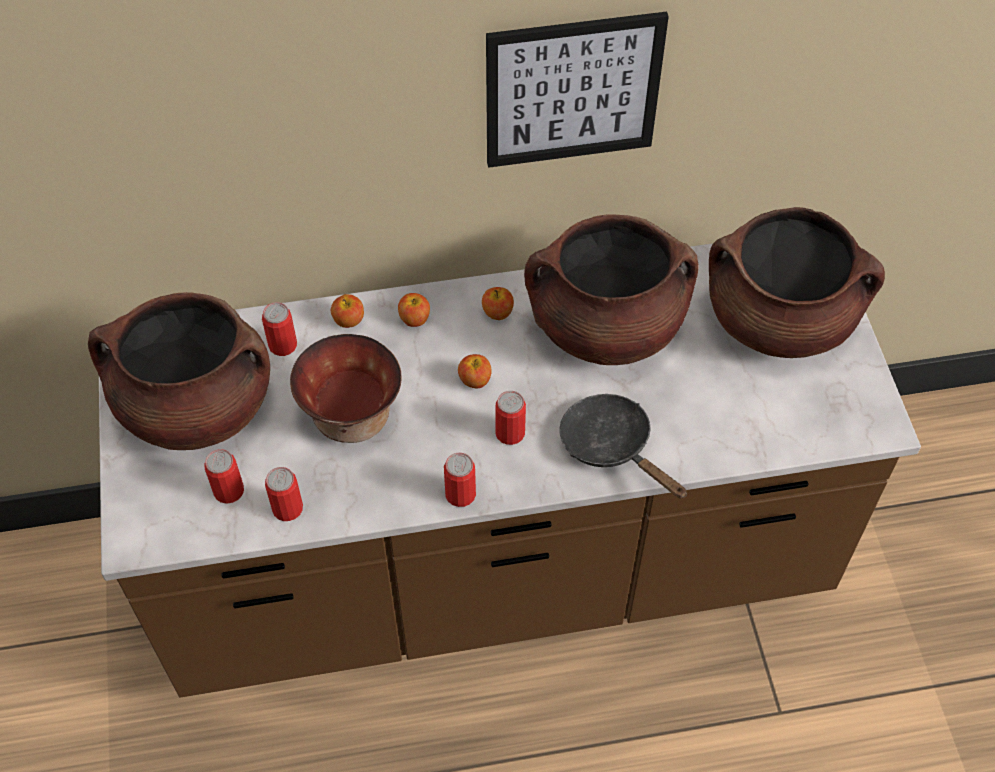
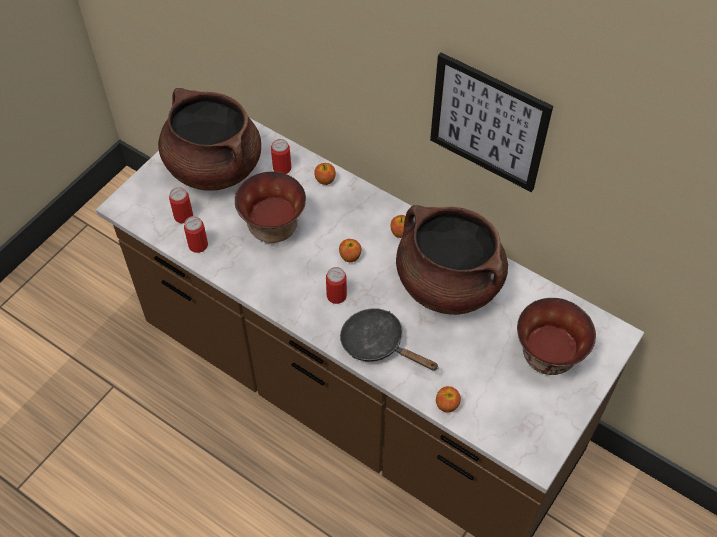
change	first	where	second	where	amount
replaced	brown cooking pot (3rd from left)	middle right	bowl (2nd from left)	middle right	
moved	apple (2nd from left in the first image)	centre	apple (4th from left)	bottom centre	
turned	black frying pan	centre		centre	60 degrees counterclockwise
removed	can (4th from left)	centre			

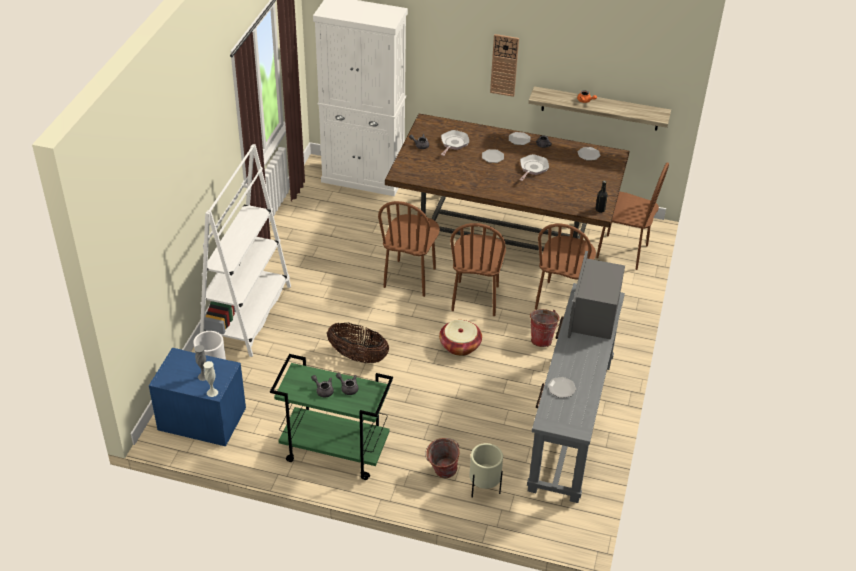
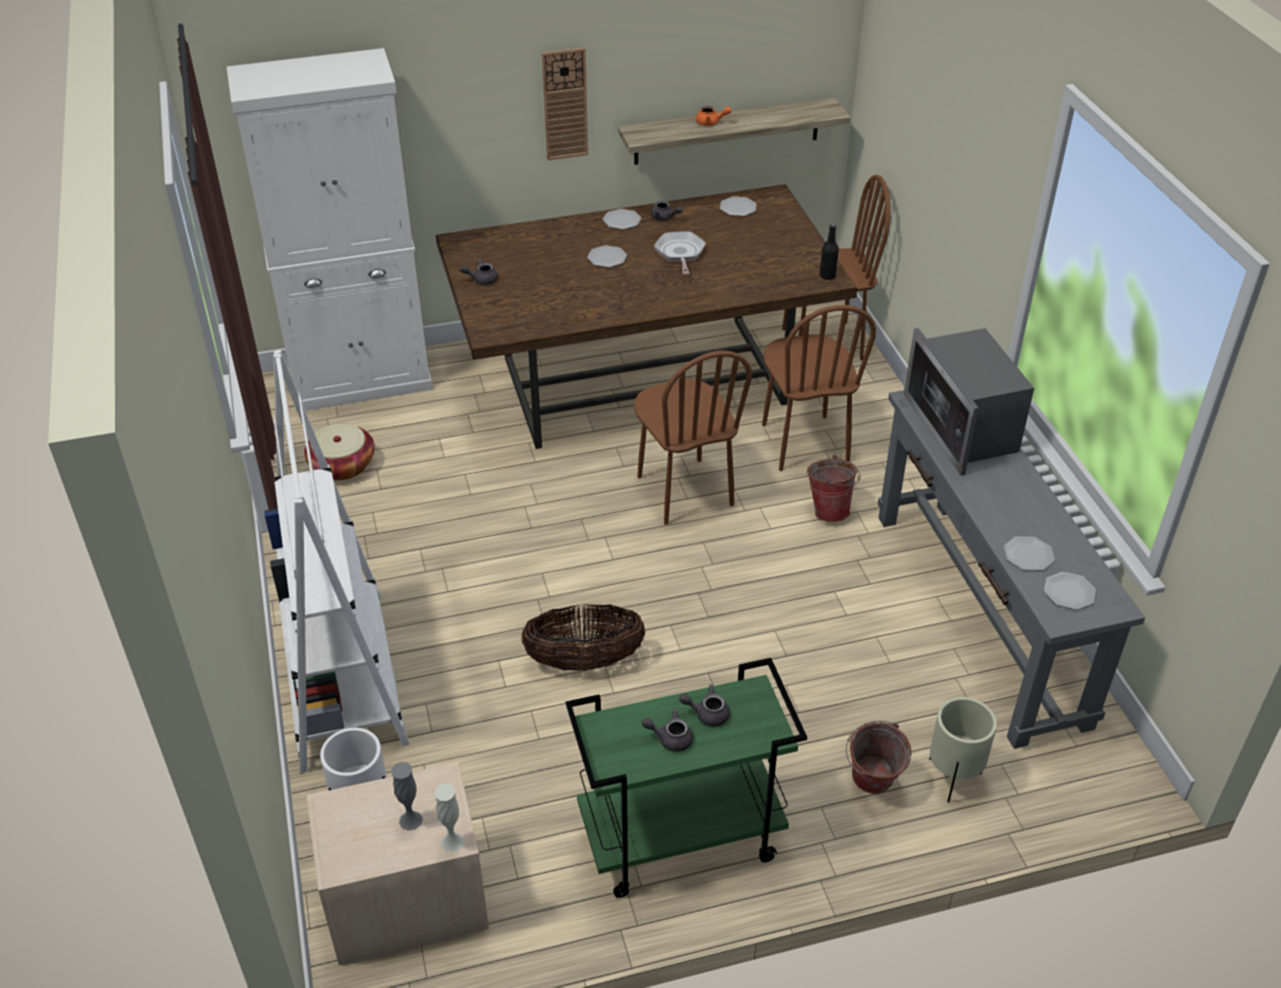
change	first	where	second	where	amount
removed	frying pan (1st from left)	top centre			
removed	brown chair (1st from left)	centre			
moved	basket (2nd from left in the first image)	centre	basket (1st from left)	middle left	
recoloured	blue nightstand	bottom left	beige nightstand	bottom left	
added			plate (5th from left)	middle right	

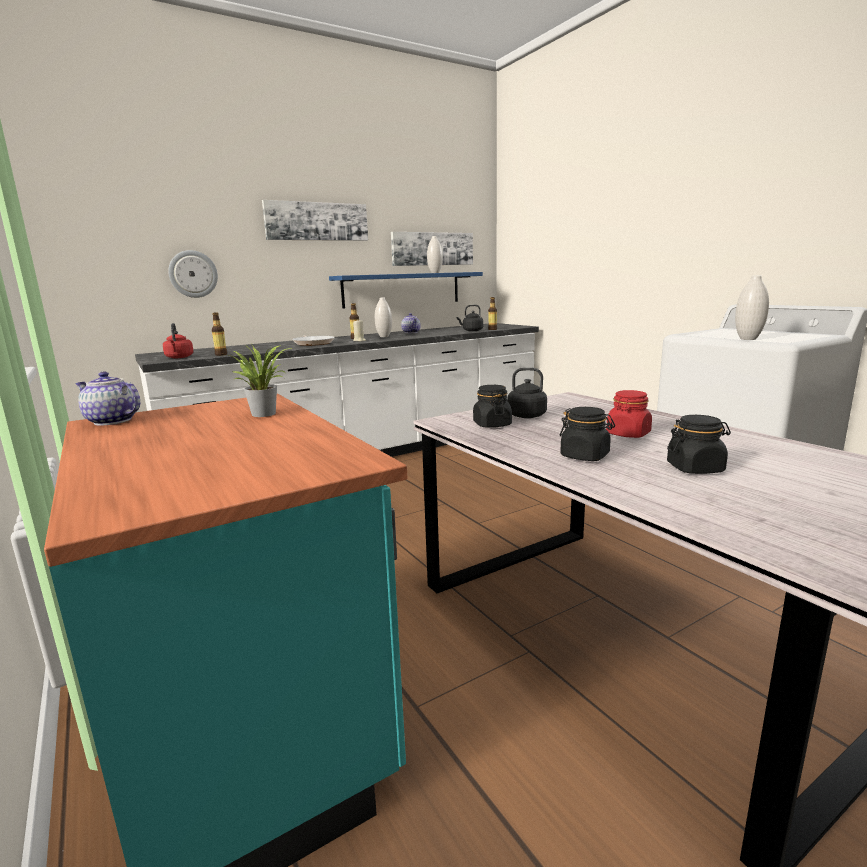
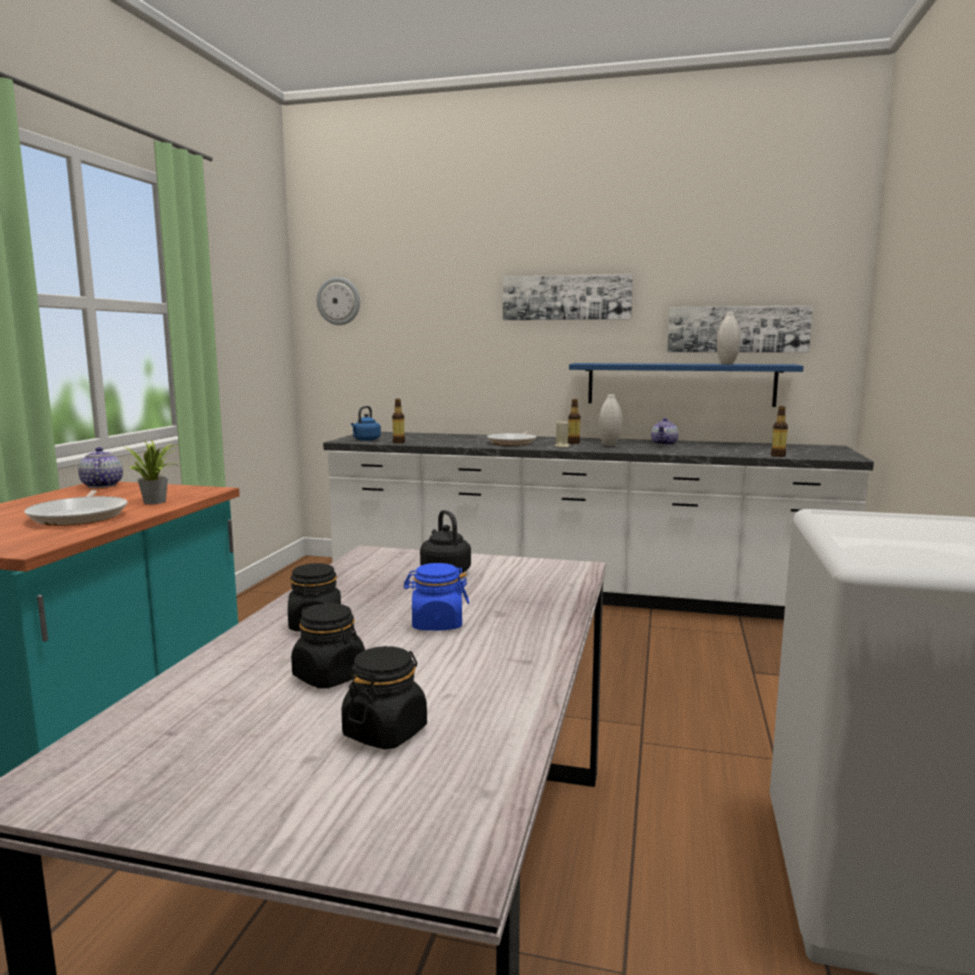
change	first	where	second	where	amount
moved	wall clock	top left		top centre	
removed	white vase (3rd from left)	middle right			
removed	black kettle (1st from left)	centre			
recoloured	red kettle	middle left	blue kettle	centre	
moved	black jar (1st from left in the first image)	centre	black jar (3rd from left)	bottom centre	
recoloured	red jar	middle right	blue jar	centre	
added			frying pan (1st from left)	middle left	

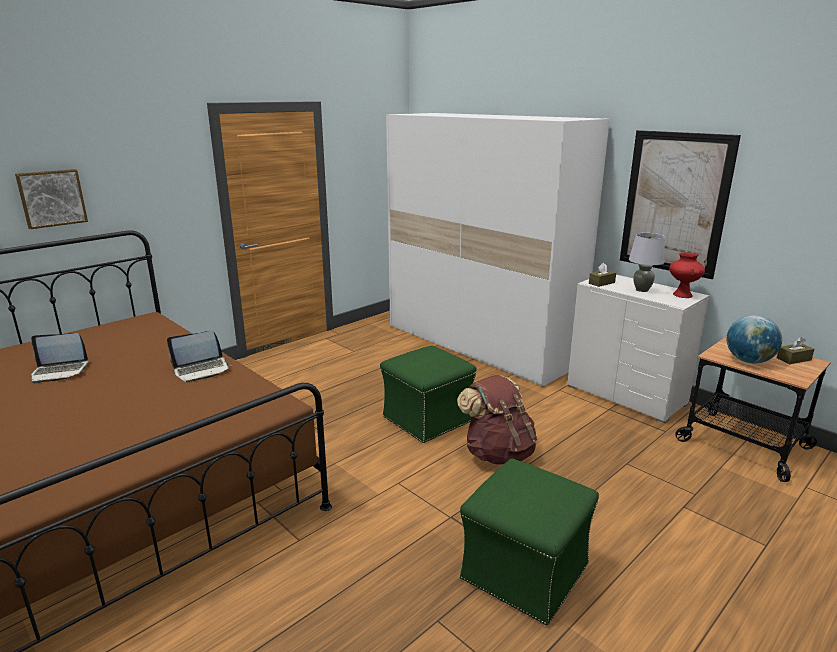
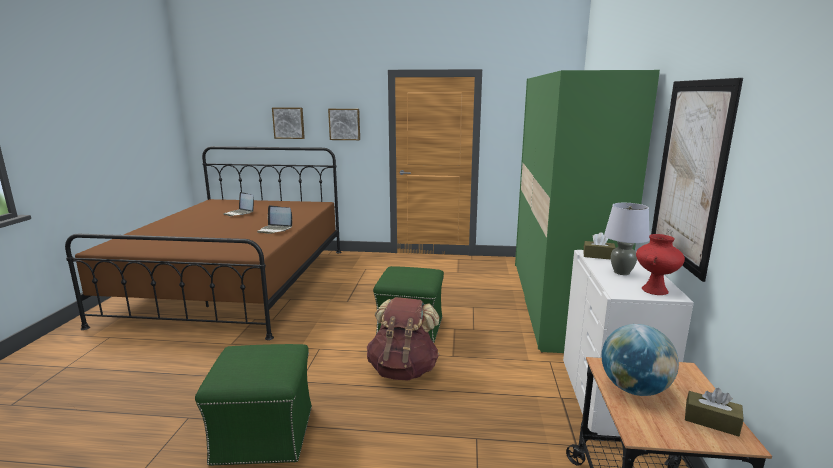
change	first	where	second	where	amount
recoloured	white wardrobe	centre	green wardrobe	middle right	
added			picture (2nd from left)	top centre	

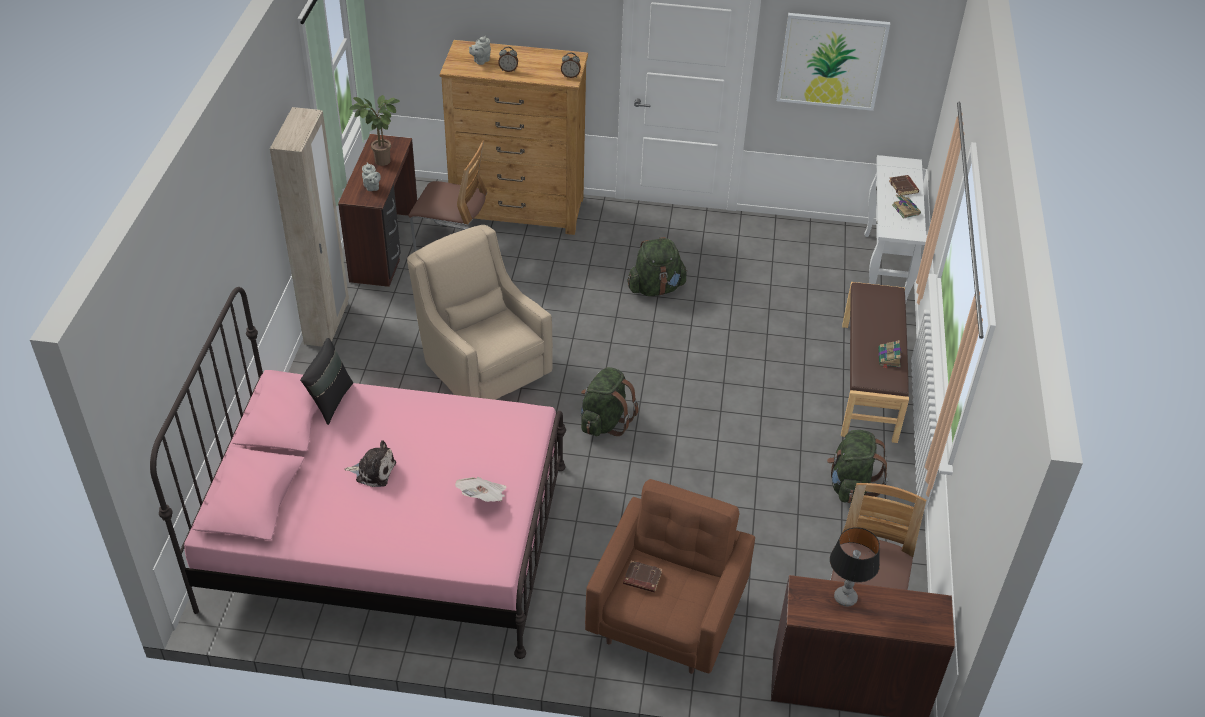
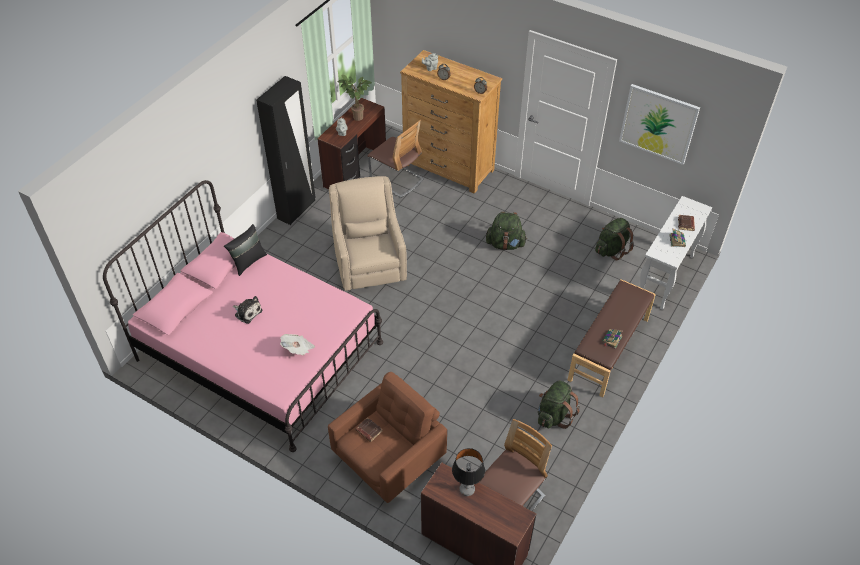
change	first	where	second	where	amount
recoloured	beige wardrobe	top left	black wardrobe	top left	
moved	green backpack (1st from left in the first image)	centre	green backpack (3rd from left)	middle right	

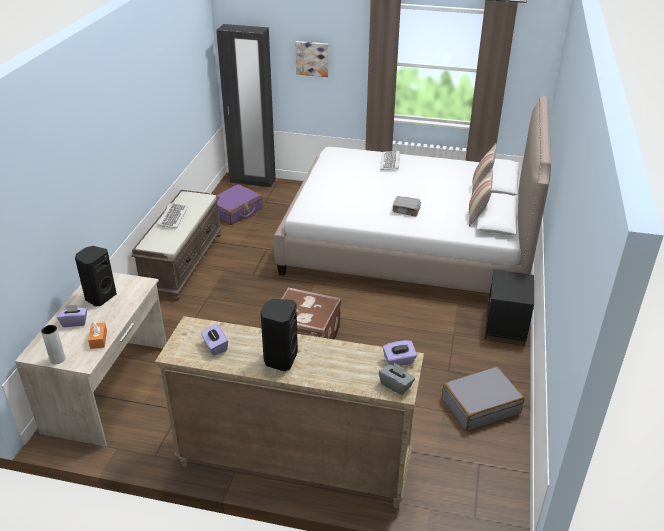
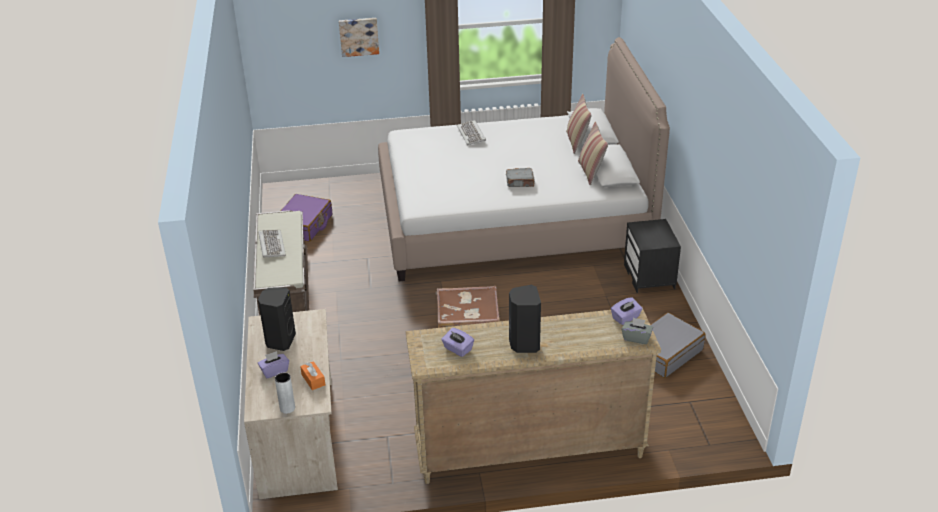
change	first	where	second	where	amount
removed	black wardrobe	top centre			

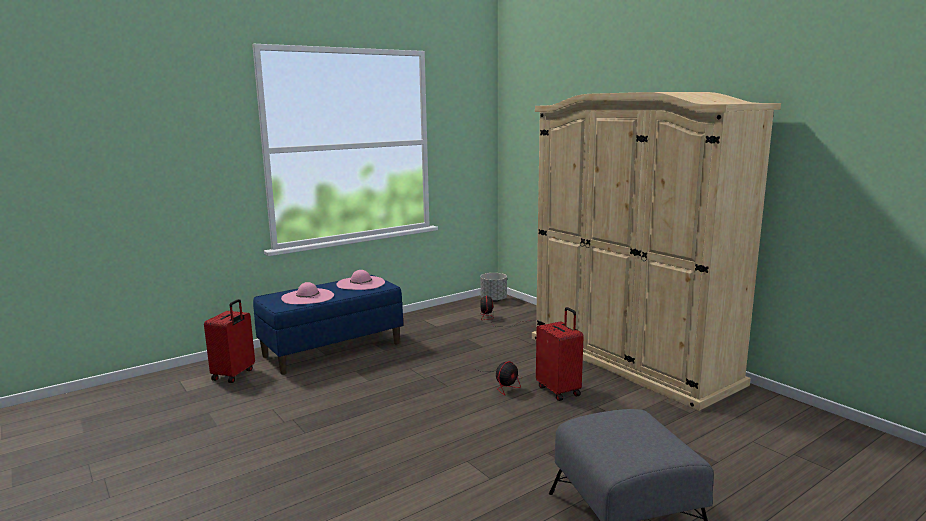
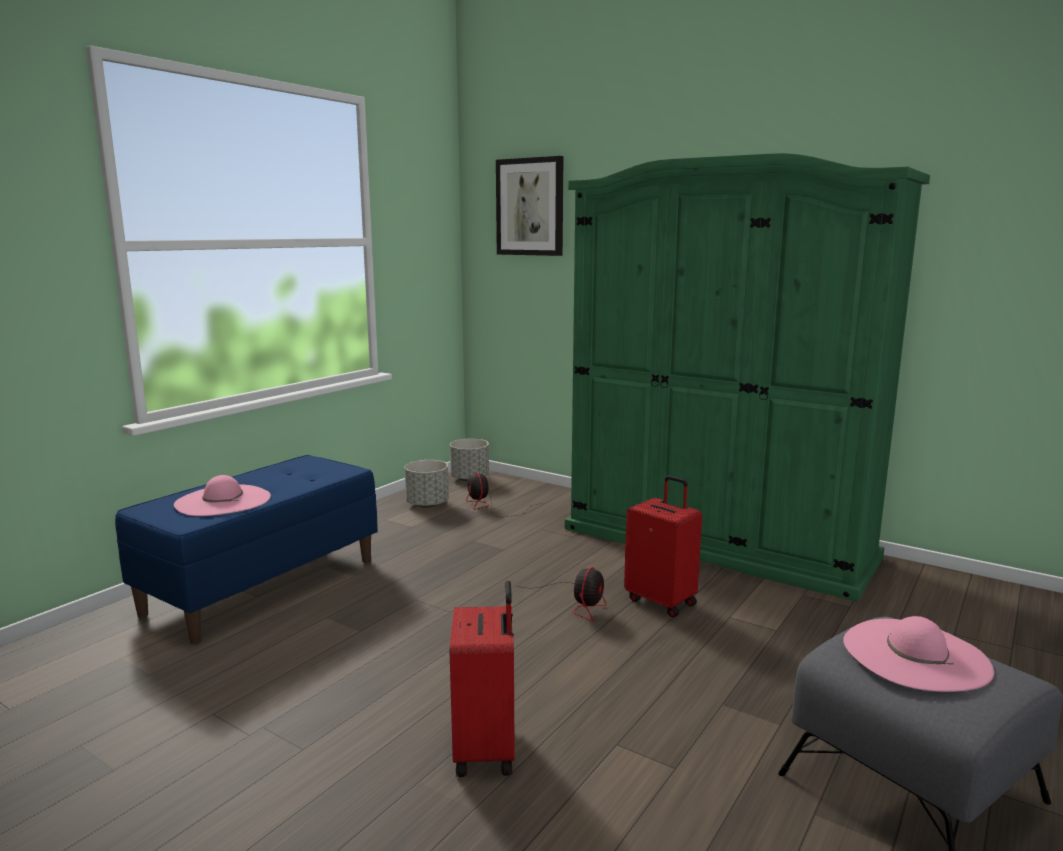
change	first	where	second	where	amount
recoloured	beige wardrobe	middle right	green wardrobe	middle right	
moved	pink hat (2nd from left)	centre		bottom right	
moved	red suitcase (1st from left)	middle left		bottom centre	
added			picture	top centre	
added			grey planter (1st from left)	centre	

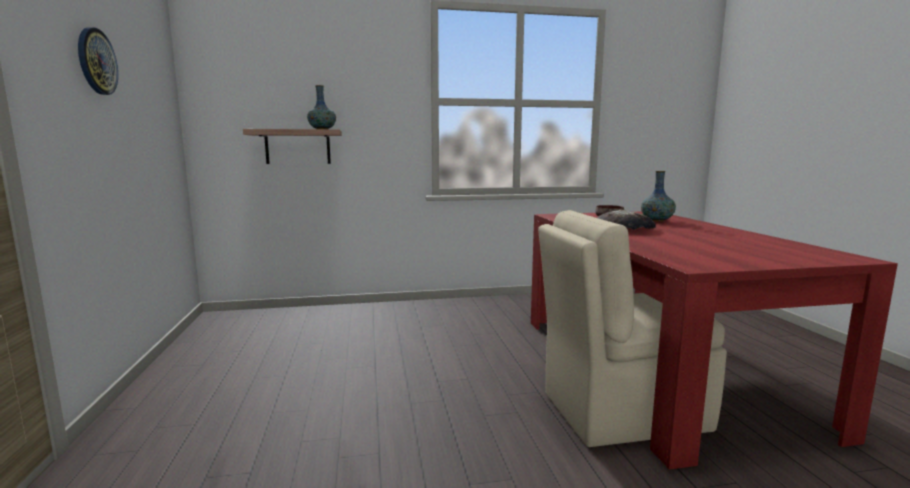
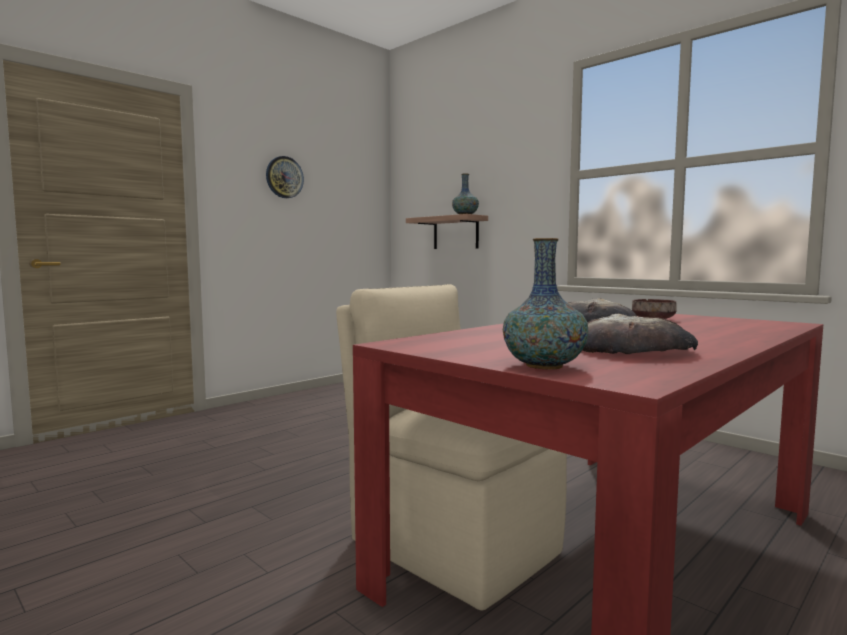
change	first	where	second	where	amount
moved	vase (2nd from left)	middle right		centre	
added			bread (2nd from left)	middle right	

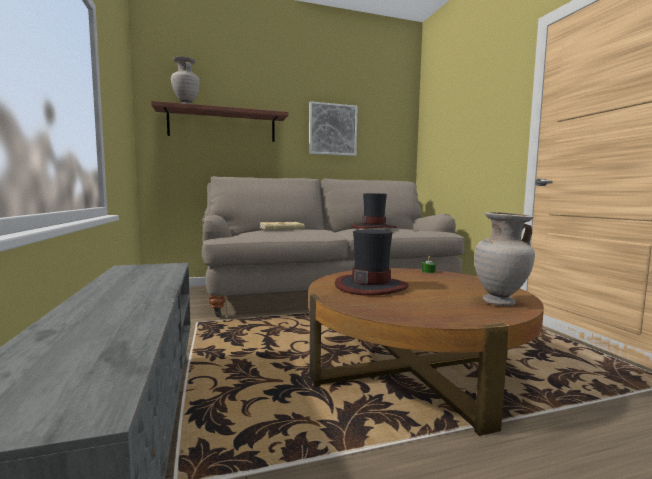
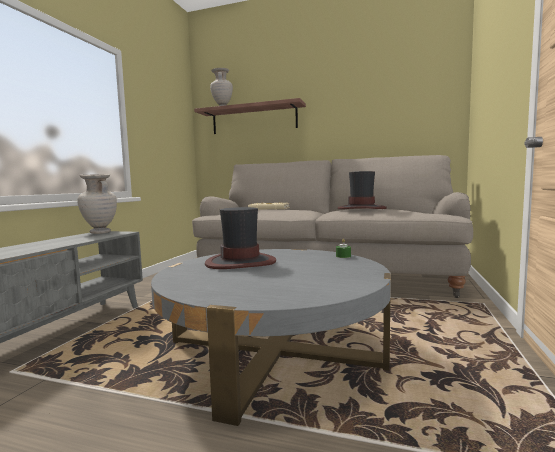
change	first	where	second	where	amount
removed	picture	top centre			
moved	beige vase (2nd from left in the first image)	middle right	beige vase (1st from left)	middle left	
recoloured	brown coffee table	bottom centre	grey coffee table	bottom centre	

